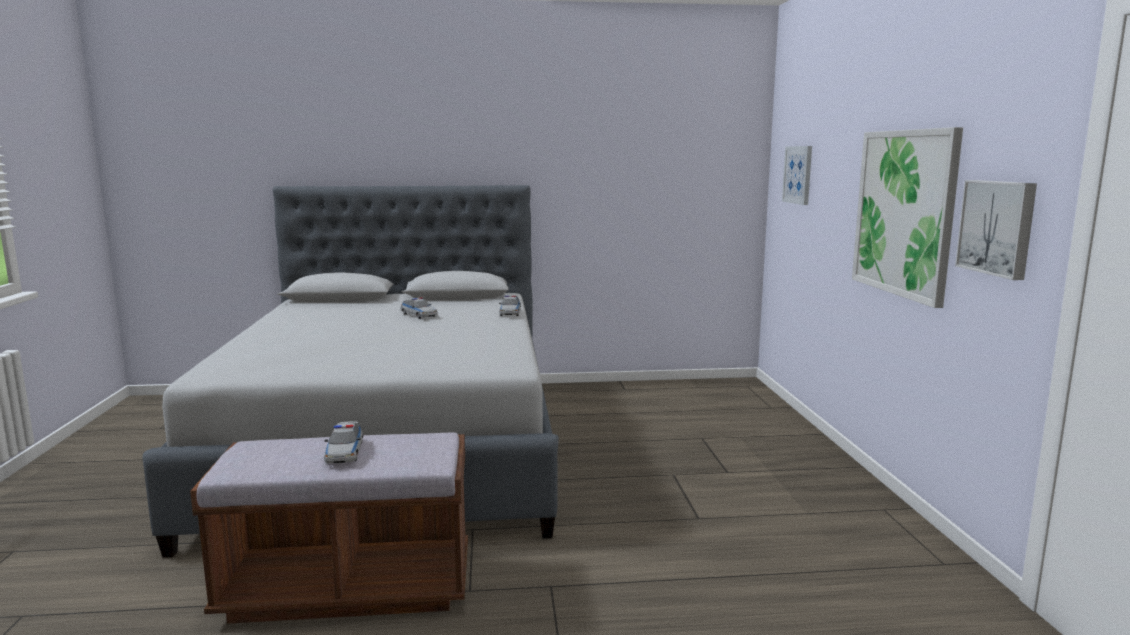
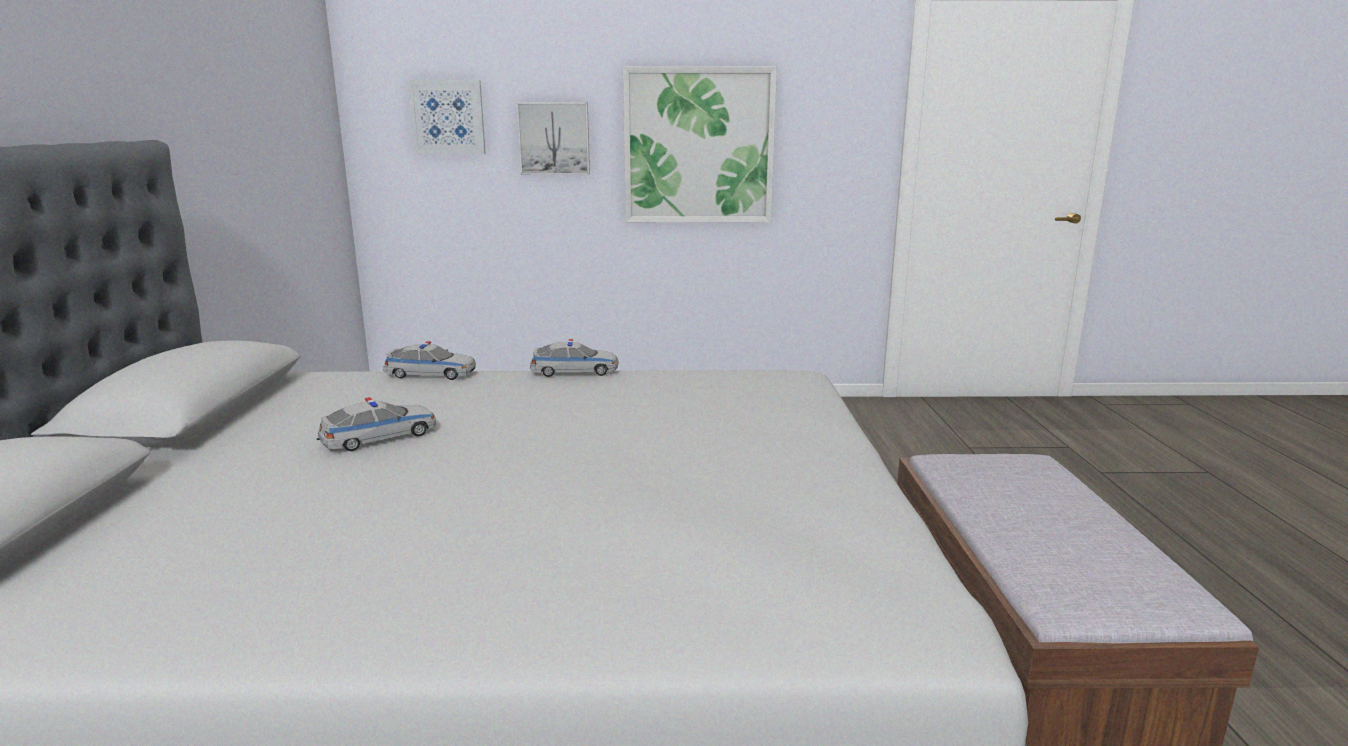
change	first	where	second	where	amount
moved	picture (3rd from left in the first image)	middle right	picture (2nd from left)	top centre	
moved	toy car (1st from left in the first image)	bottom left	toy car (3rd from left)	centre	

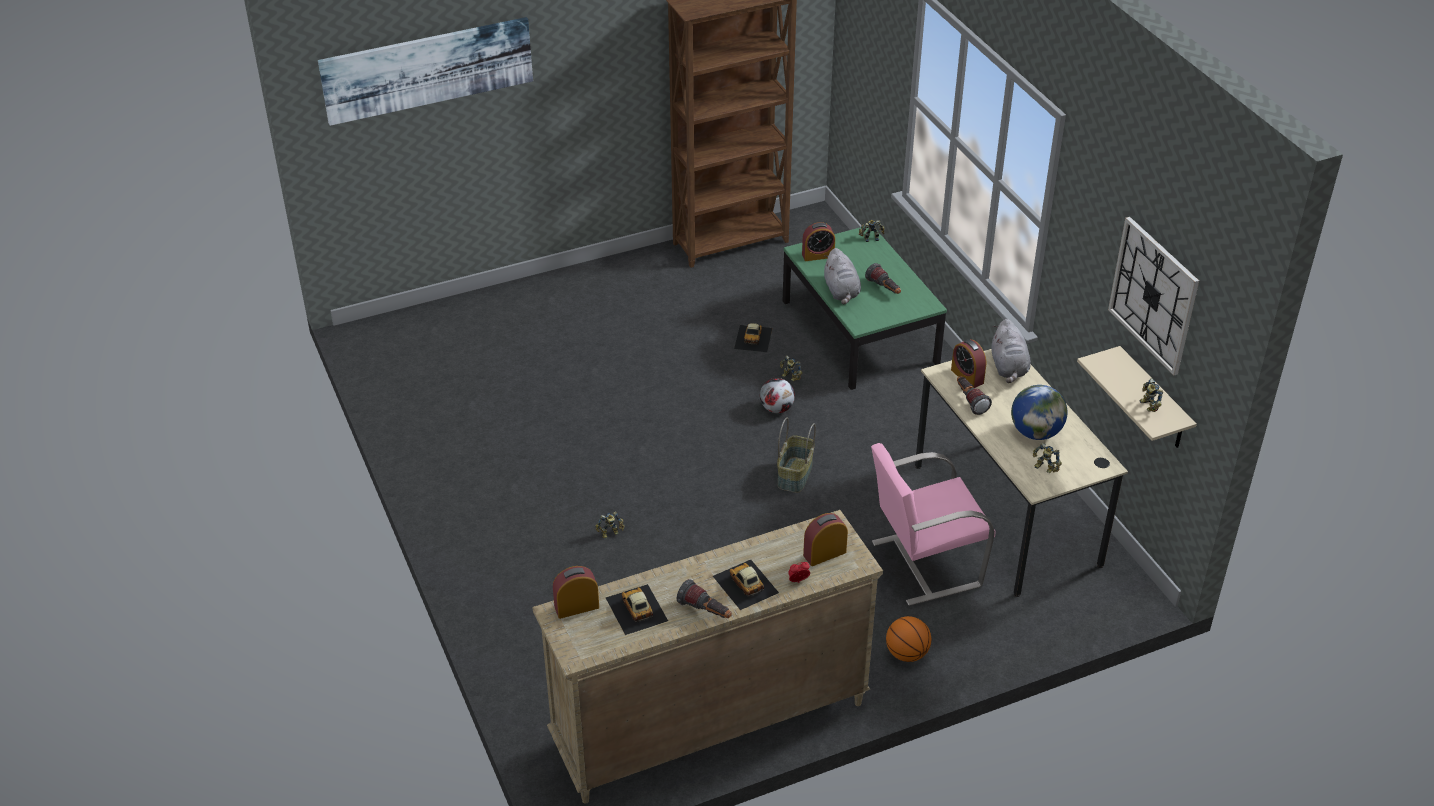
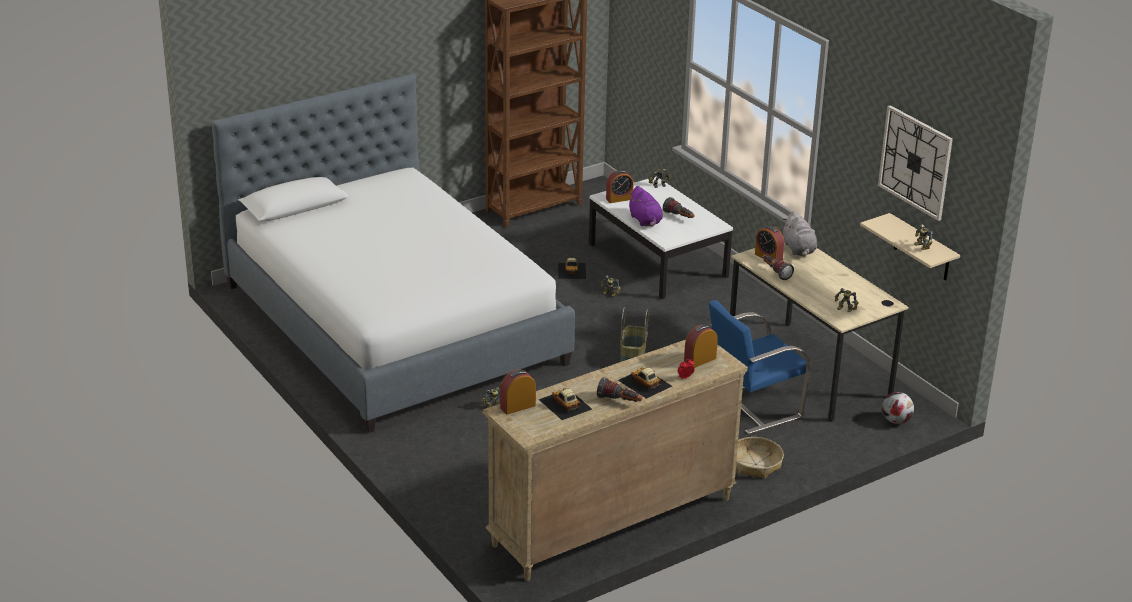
change	first	where	second	where	amount
removed	picture	top left			
recoloured	green coffee table	centre	white coffee table	centre	
recoloured	grey plush toy (1st from left)	centre	purple plush toy	centre	
moved	football	centre		bottom right	
removed	globe	middle right			
recoloured	pink chair	centre	blue chair	middle right	
replaced	basketball	bottom centre	basket (2nd from left)	bottom right	
added			bed	centre	

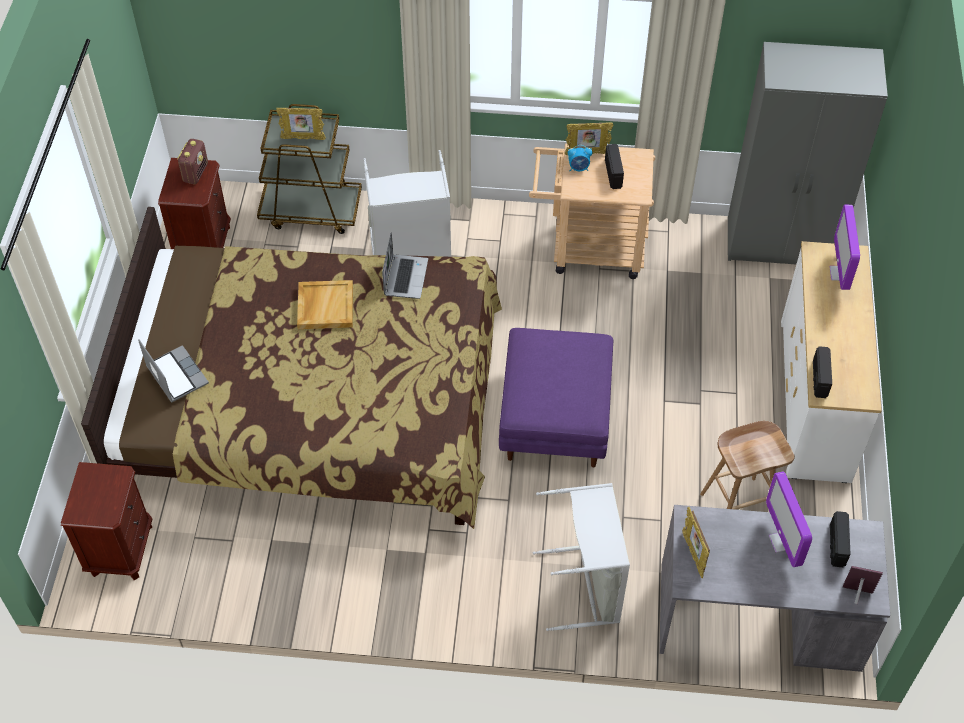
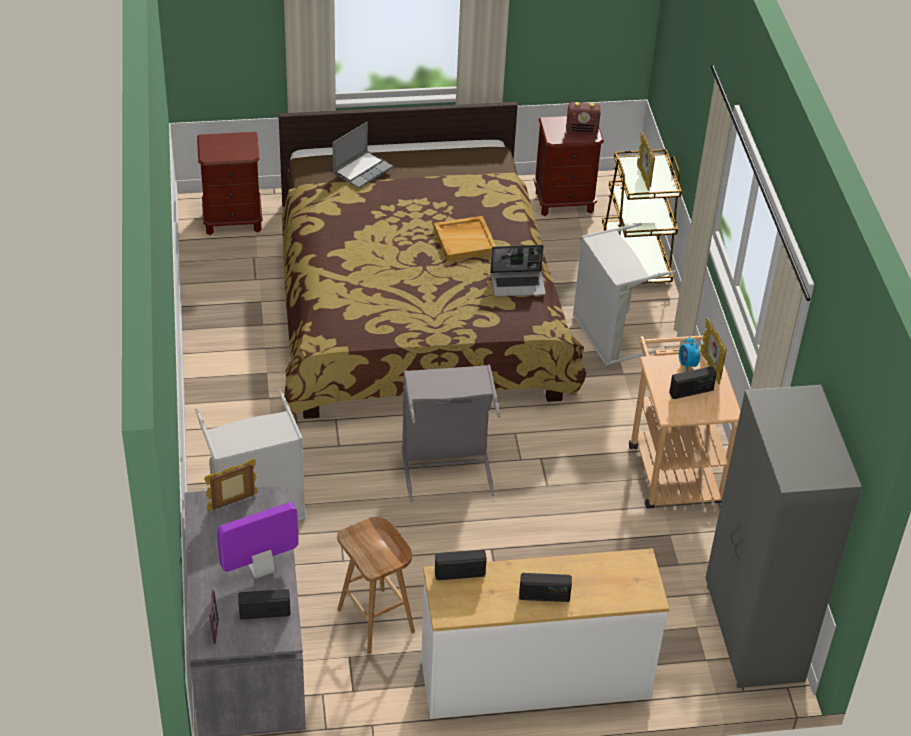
change	first	where	second	where	amount
removed	monitor (2nd from left)	middle right			
replaced	purple ottoman	centre	grey laundry basket (2nd from left)	centre	
added			radio (3rd from left)	bottom centre	

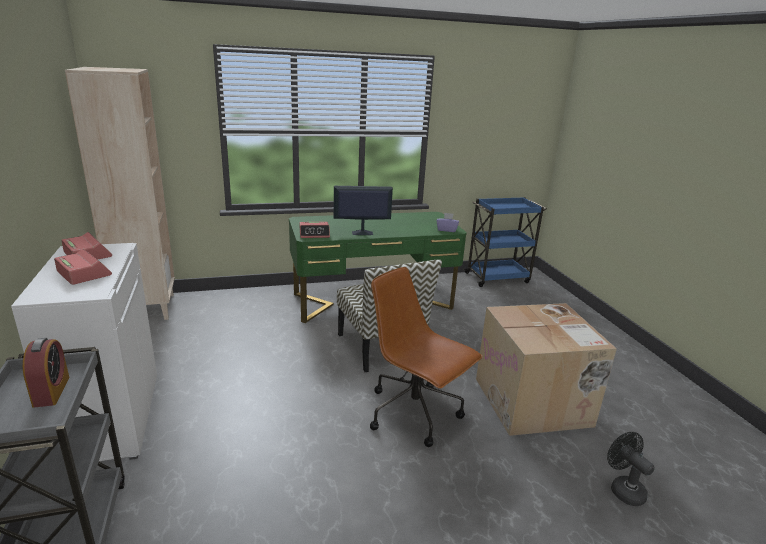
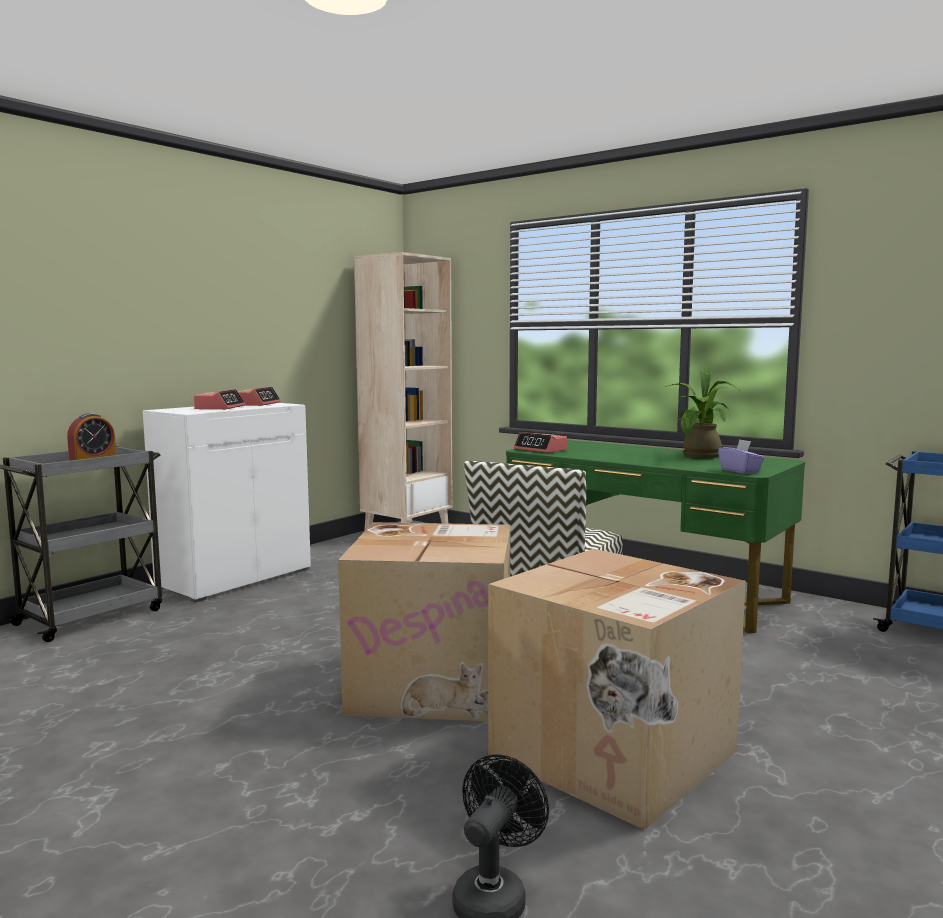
change	first	where	second	where	amount
removed	monitor	centre			
replaced	brown office chair	centre	cardboard box (1st from left)	bottom centre	
added			potted plant	middle right	

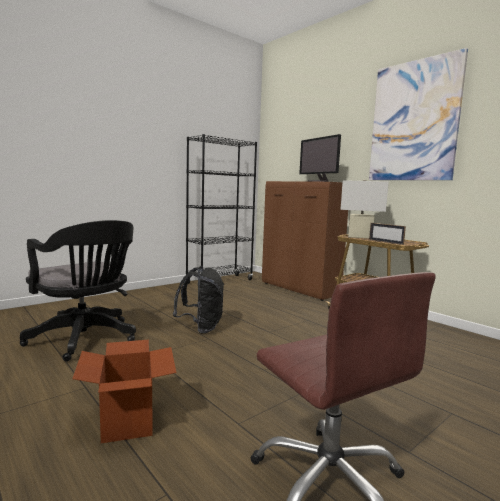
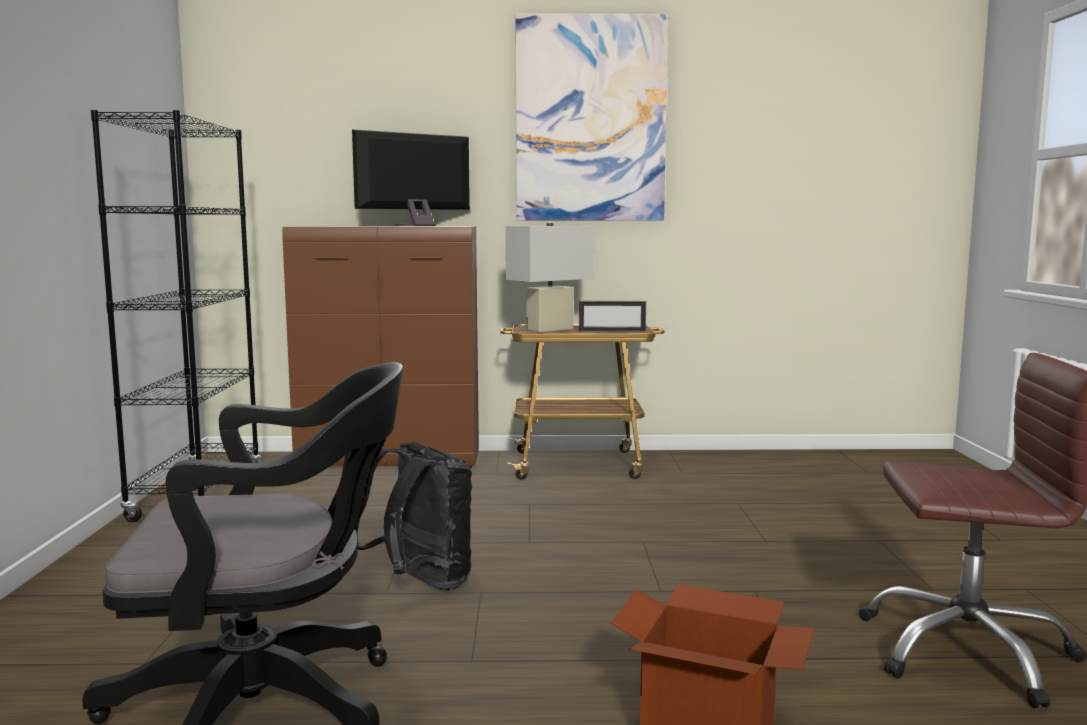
change	first	where	second	where	amount
turned	monitor	top centre		top centre	135 degrees clockwise

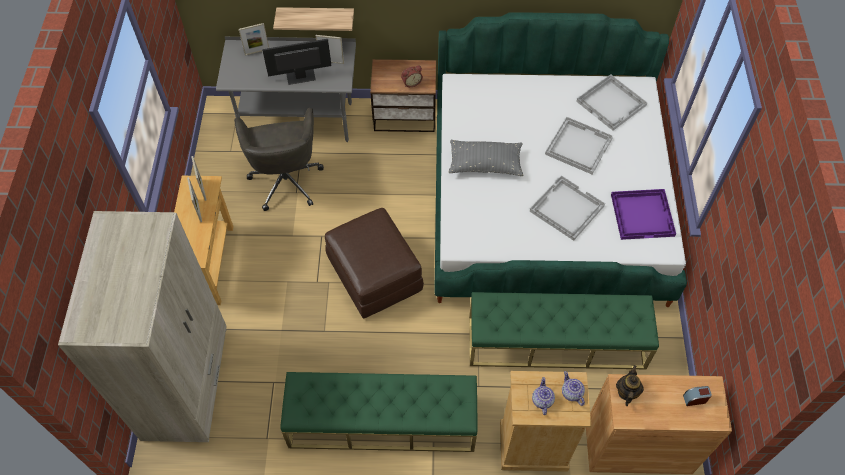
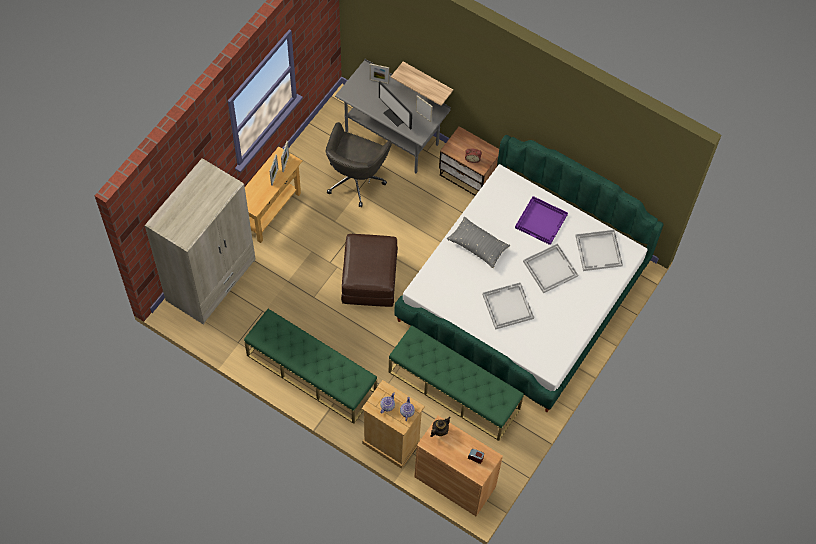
change	first	where	second	where	amount
turned	monitor	top centre		top centre	150 degrees counterclockwise
moved	purple tray	middle right		centre	

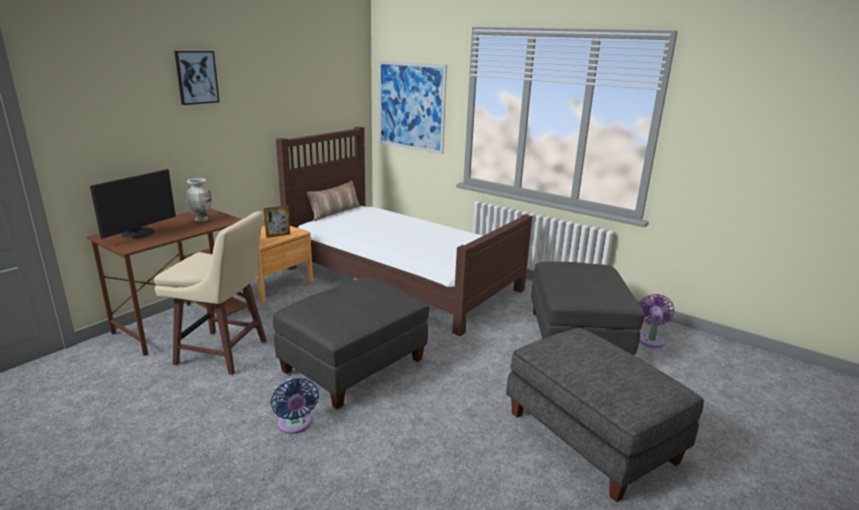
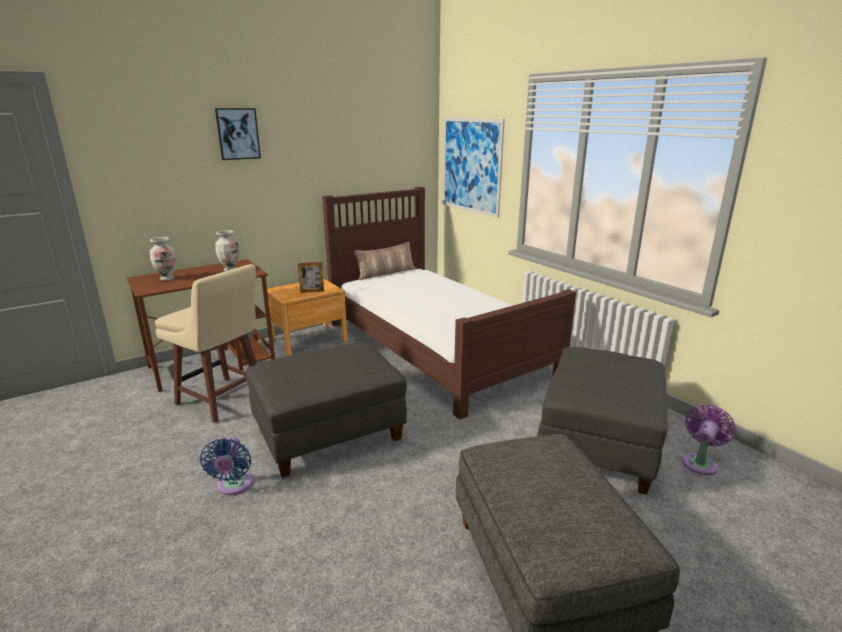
change	first	where	second	where	amount
replaced	monitor	middle left	vase (1st from left)	middle left	

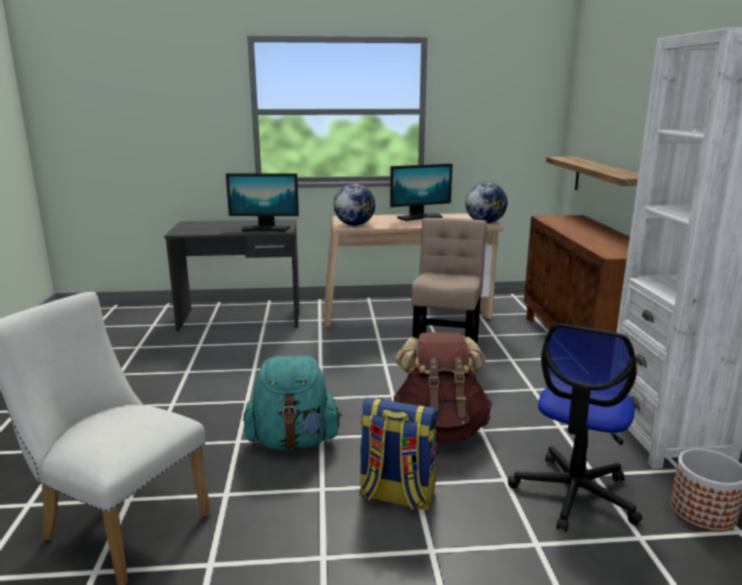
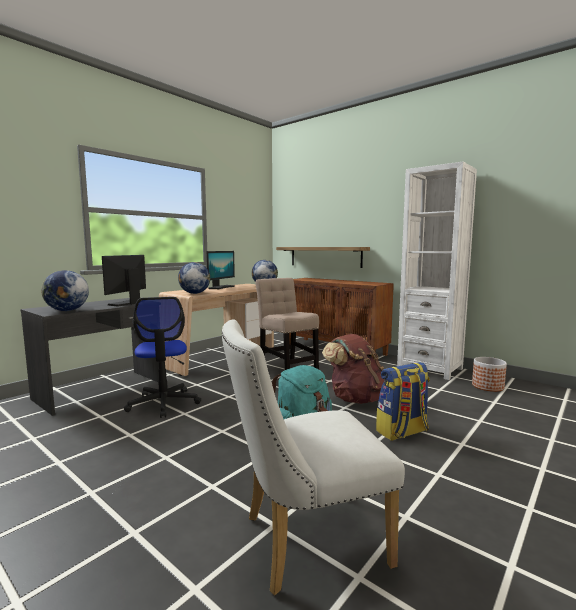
change	first	where	second	where	amount
turned	monitor (1st from left)	centre		middle left	150 degrees clockwise
moved	office chair	bottom right		middle left	
added			globe (1st from left)	middle left	

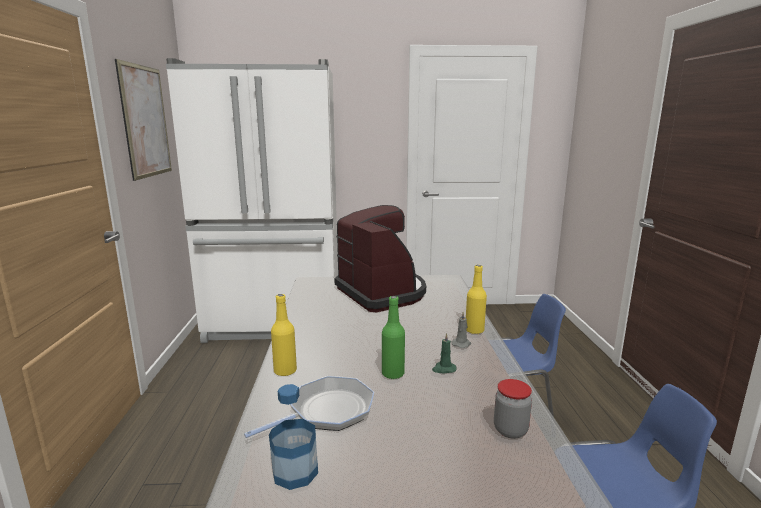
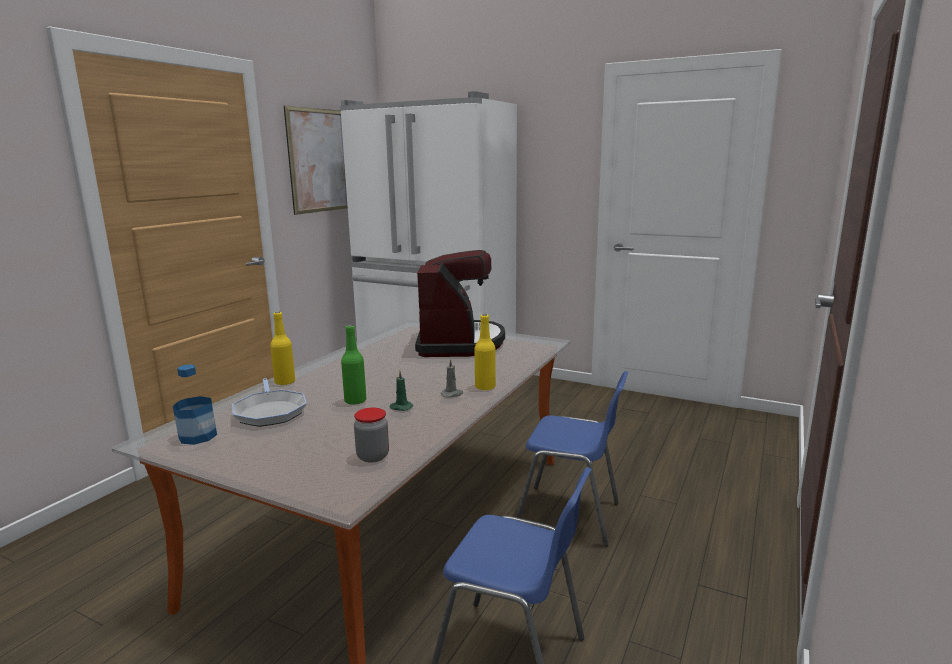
change	first	where	second	where	amount
turned	frying pan	bottom centre		middle left	75 degrees clockwise

